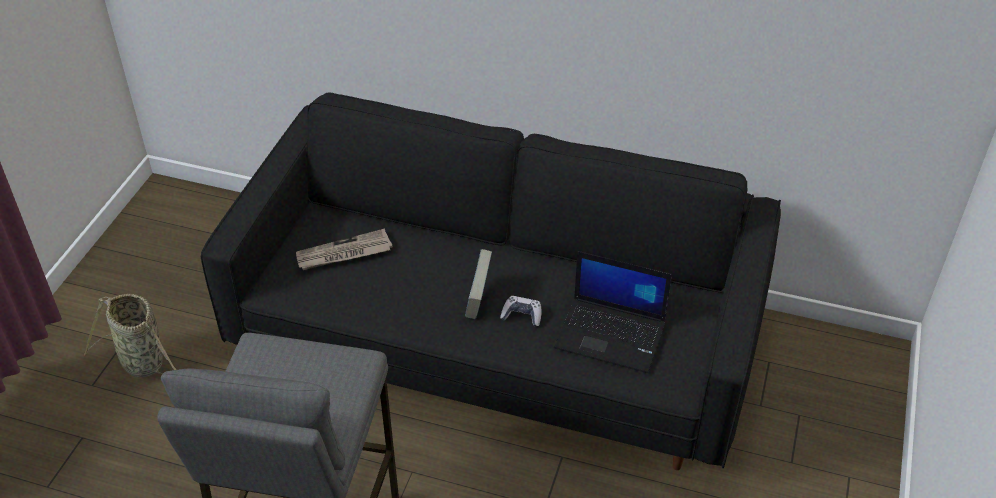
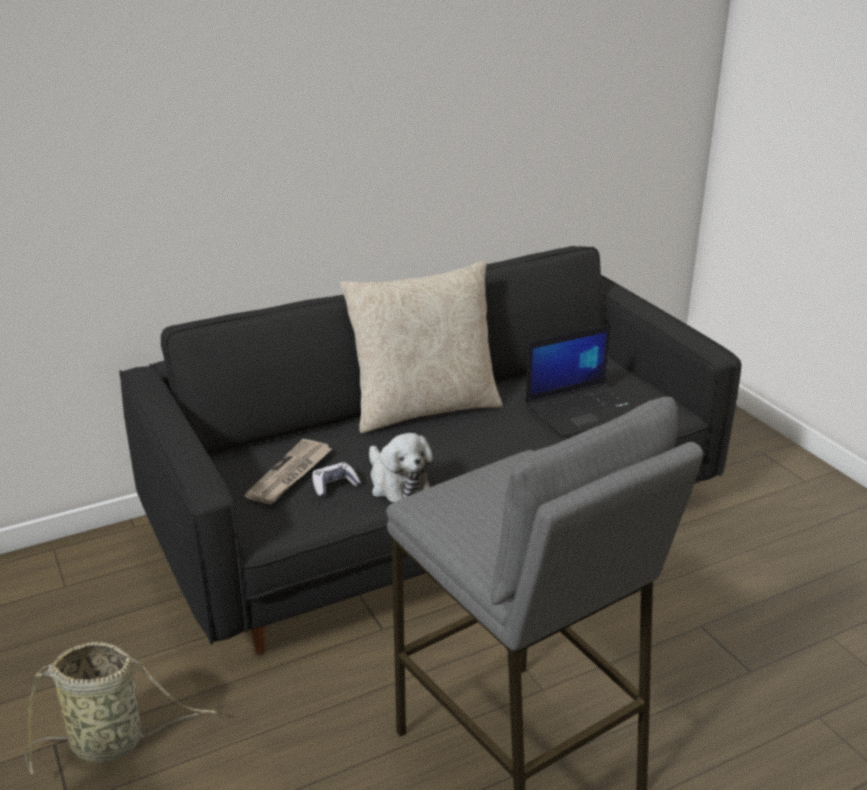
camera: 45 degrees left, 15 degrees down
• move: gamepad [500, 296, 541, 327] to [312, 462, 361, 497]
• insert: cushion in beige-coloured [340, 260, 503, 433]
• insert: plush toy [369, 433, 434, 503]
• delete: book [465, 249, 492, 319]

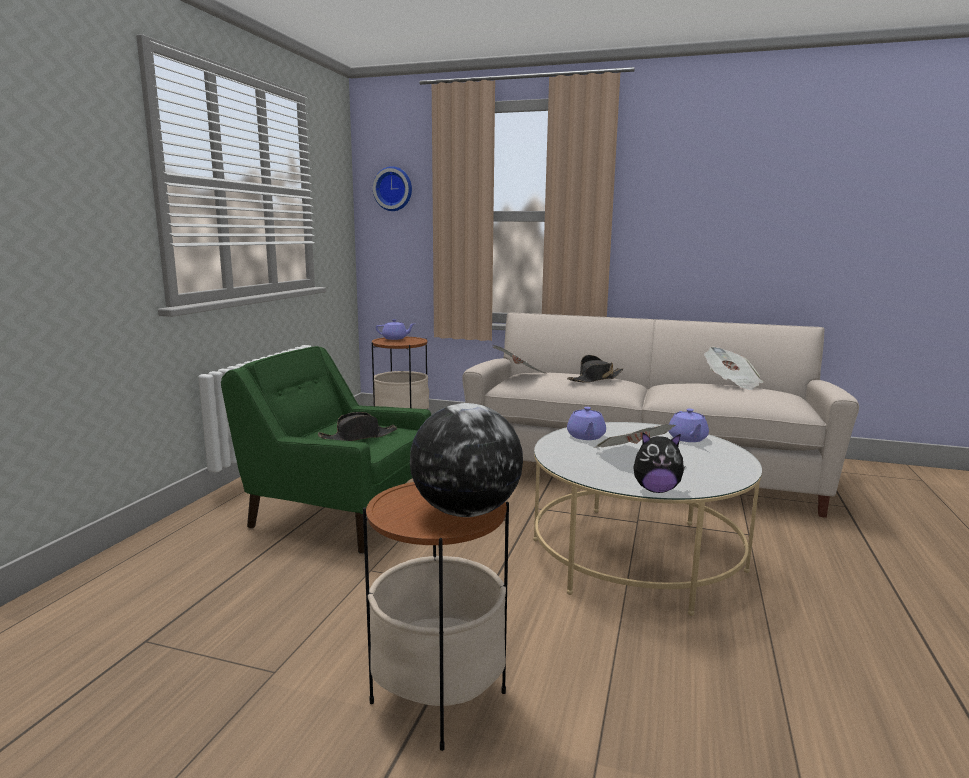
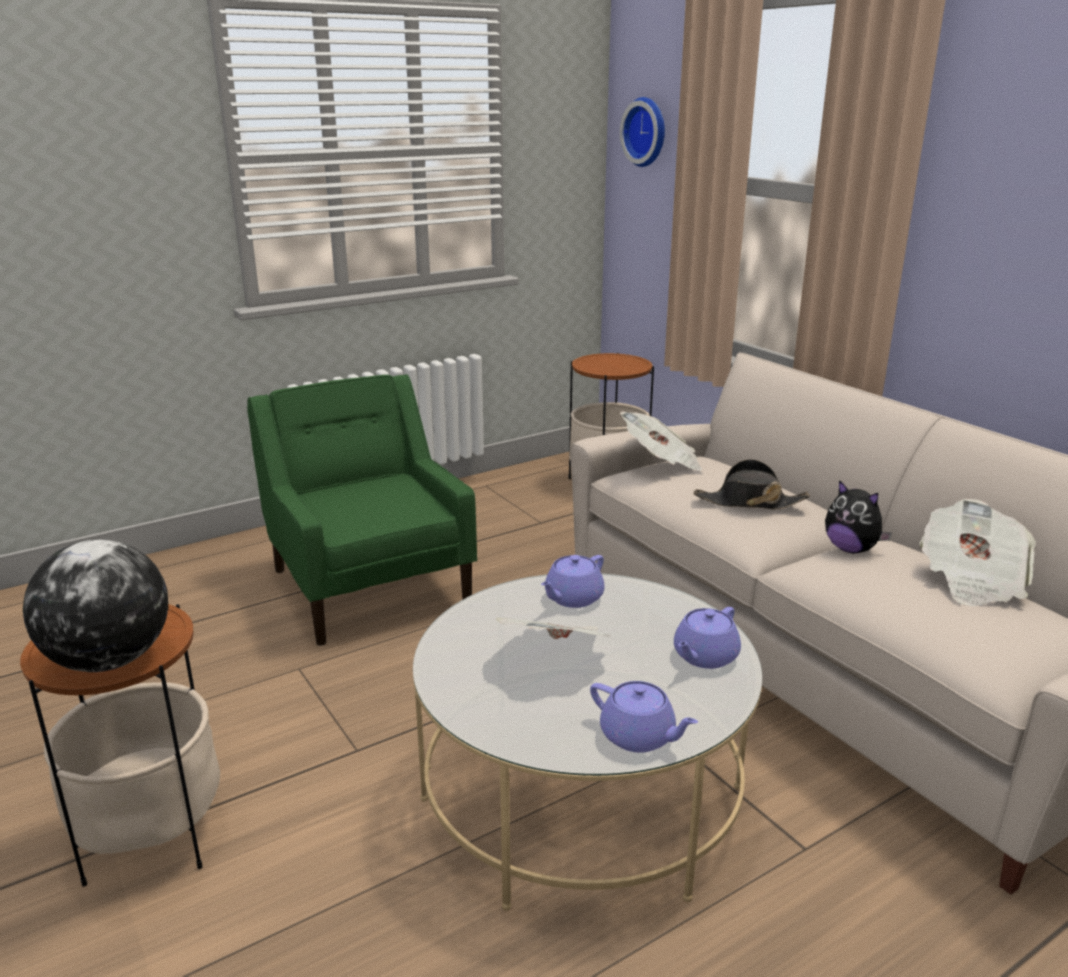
camera: 40 degrees right, 10 degrees up
• move: pot for tea in purple-coloured [376, 319, 414, 340] to [590, 681, 698, 753]
• move: plush toy [633, 432, 685, 493] to [825, 480, 892, 553]
• delete: clothing hat in blackish [318, 412, 397, 441]

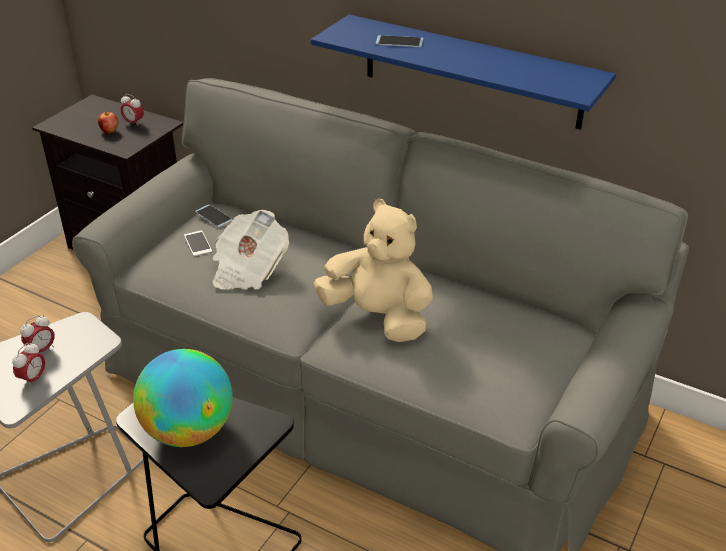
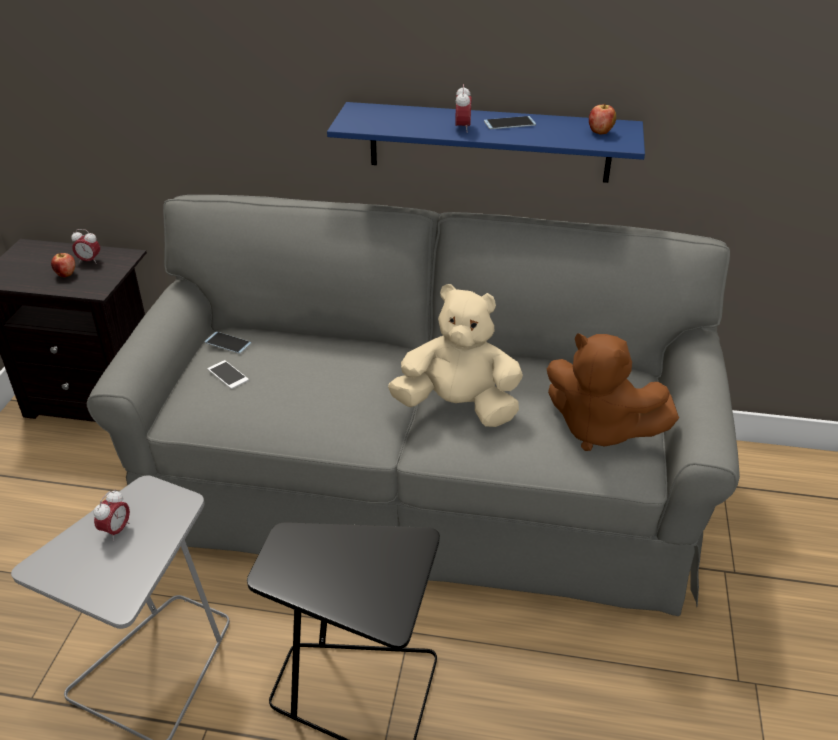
camera: 20 degrees left, 0 degrees up
• move: alarm clock [12, 342, 45, 388] to [455, 84, 471, 133]
• move: phone [376, 35, 423, 47] to [484, 116, 536, 129]
• insert: plush toy in brown [547, 333, 679, 451]
• insert: apple fruit [589, 104, 616, 134]
• delete: desk globe [133, 349, 233, 447]
• delete: printed paper [213, 210, 289, 289]

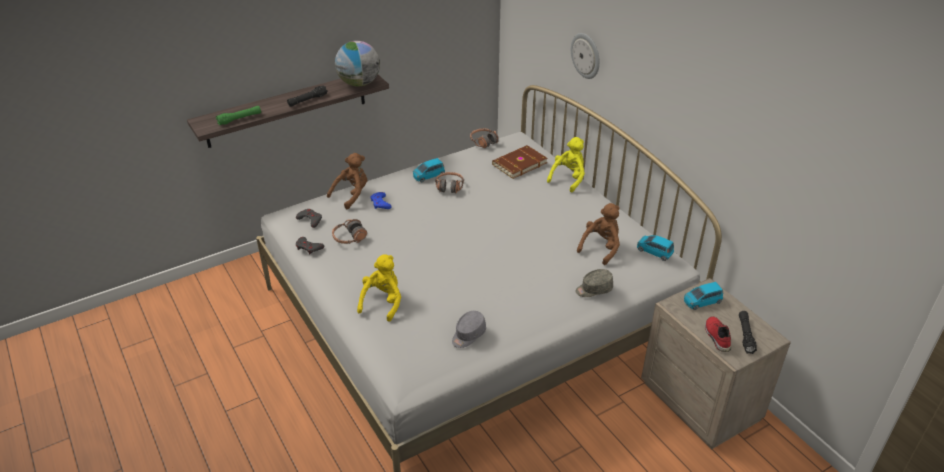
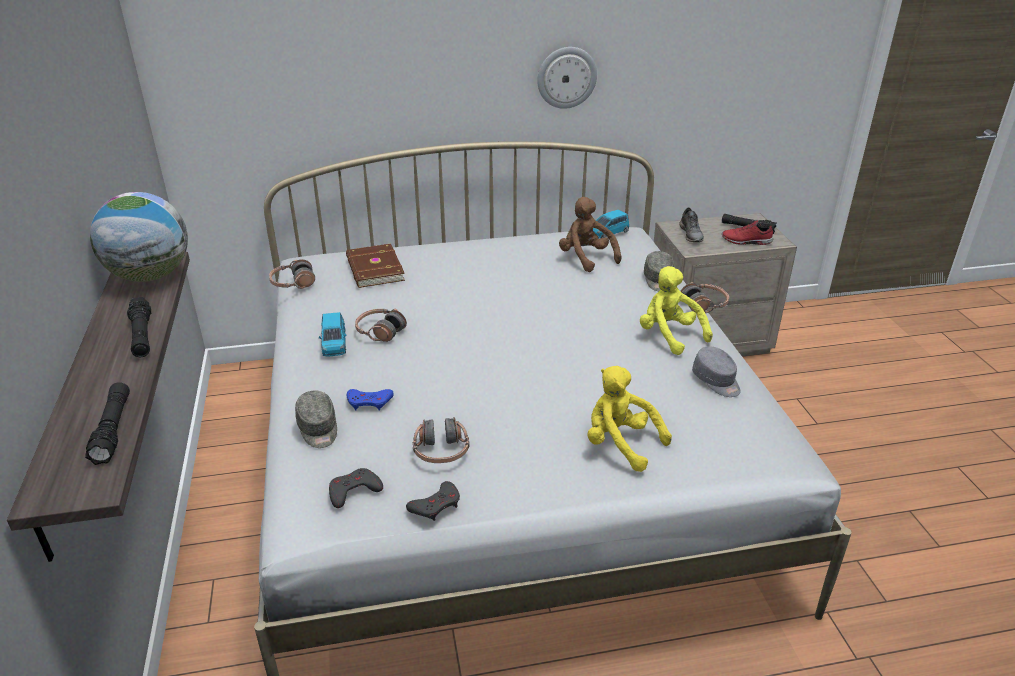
camera: 70 degrees left, 5 degrees down
• recolor: hand torch in green [216, 106, 261, 125] to hand torch in blackish [85, 382, 130, 465]
• replace: plush toy in brown [327, 153, 367, 209] to peaked cap in greyish [295, 391, 337, 448]
• move: clock on the wall [571, 33, 600, 79] to [537, 47, 597, 109]
• move: plush toy in yellow-coloured [547, 137, 585, 192] to [640, 266, 713, 355]
• replace: miniature car in blue-coloured [684, 282, 723, 310] to low shoe in greyish [680, 208, 704, 242]
• insert: pair of headphones [681, 282, 729, 313]

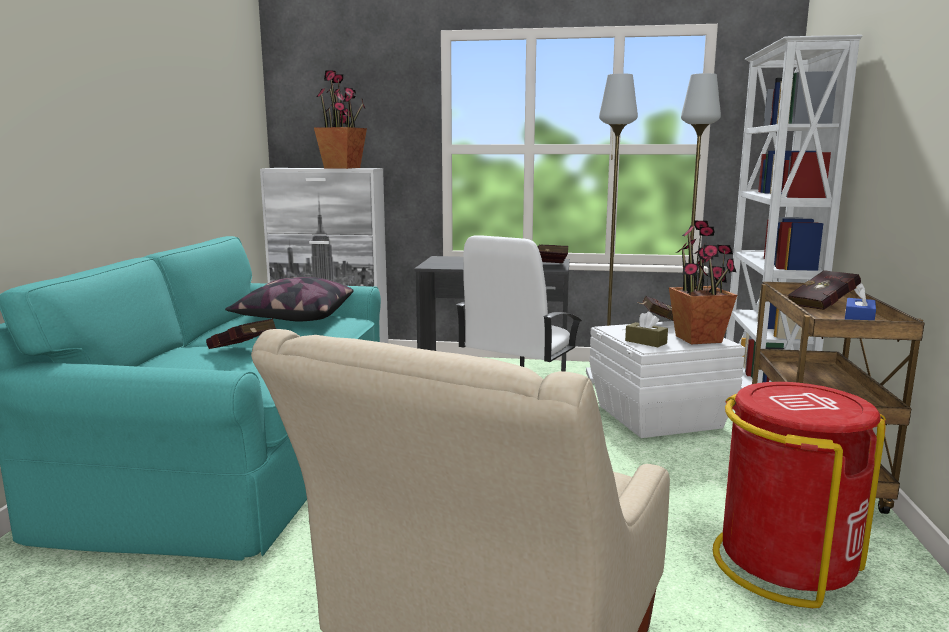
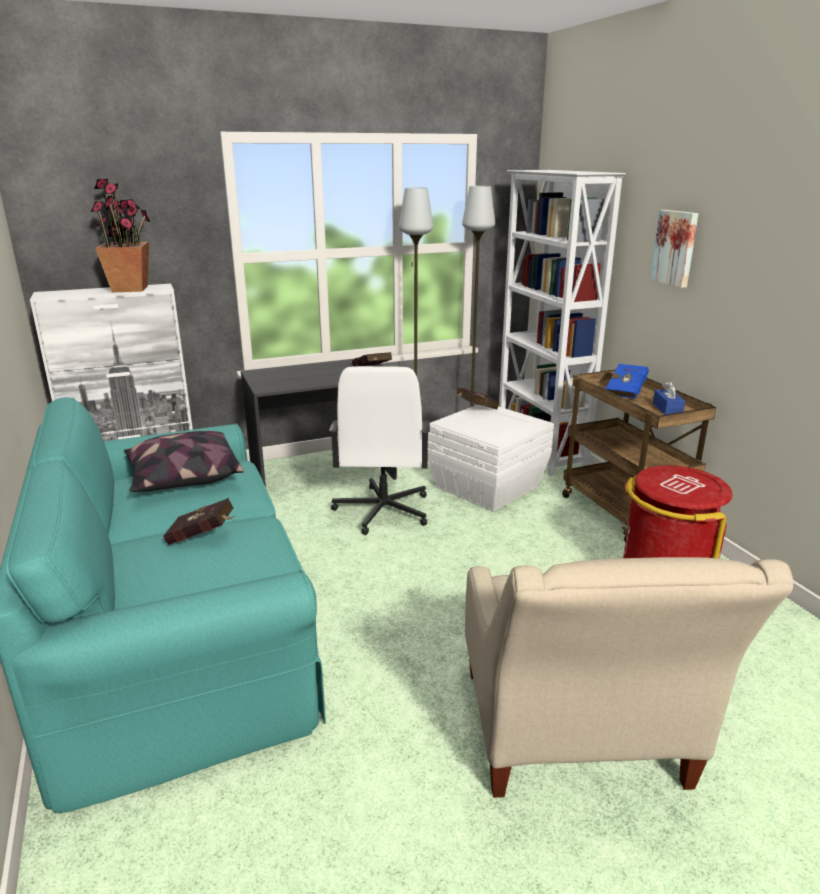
camera: 30 degrees left, 10 degrees up
• recolor: book in red [787, 270, 861, 310] to book in blue-coloured [606, 364, 649, 399]
• insert: wall picture [650, 210, 699, 288]
• delete: tissue box in brown [625, 311, 668, 347]
• delete: plant in a pot [669, 220, 737, 344]

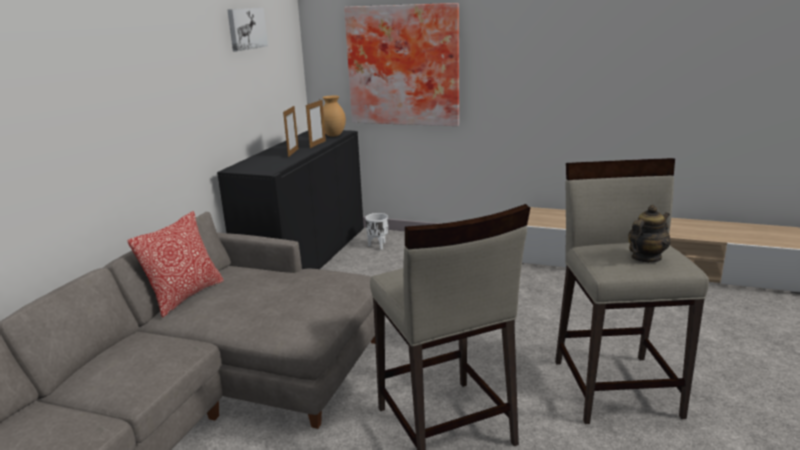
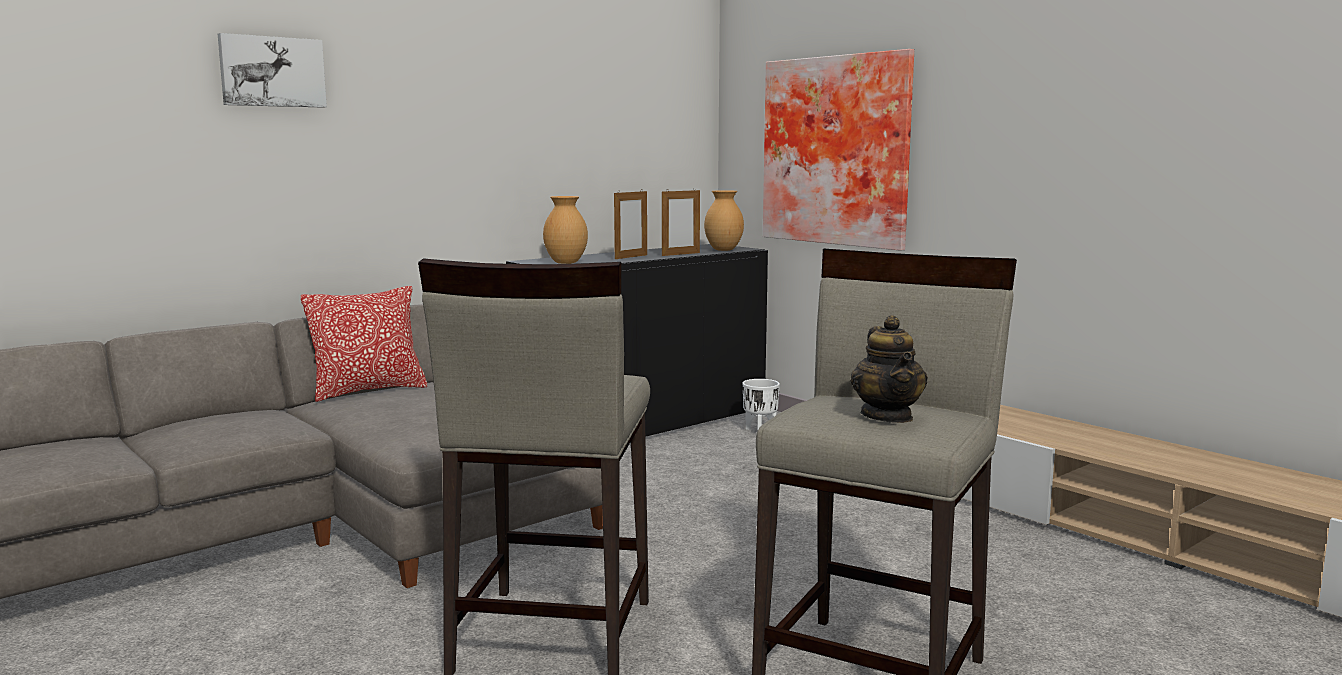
camera: 30 degrees right, 10 degrees down
• move: wall picture [227, 7, 268, 51] to [218, 33, 327, 107]
• insert: decorative vase in brown [543, 196, 588, 264]
• rotate: pot for tea [628, 205, 671, 262] = [851, 315, 928, 423] 90 degrees clockwise

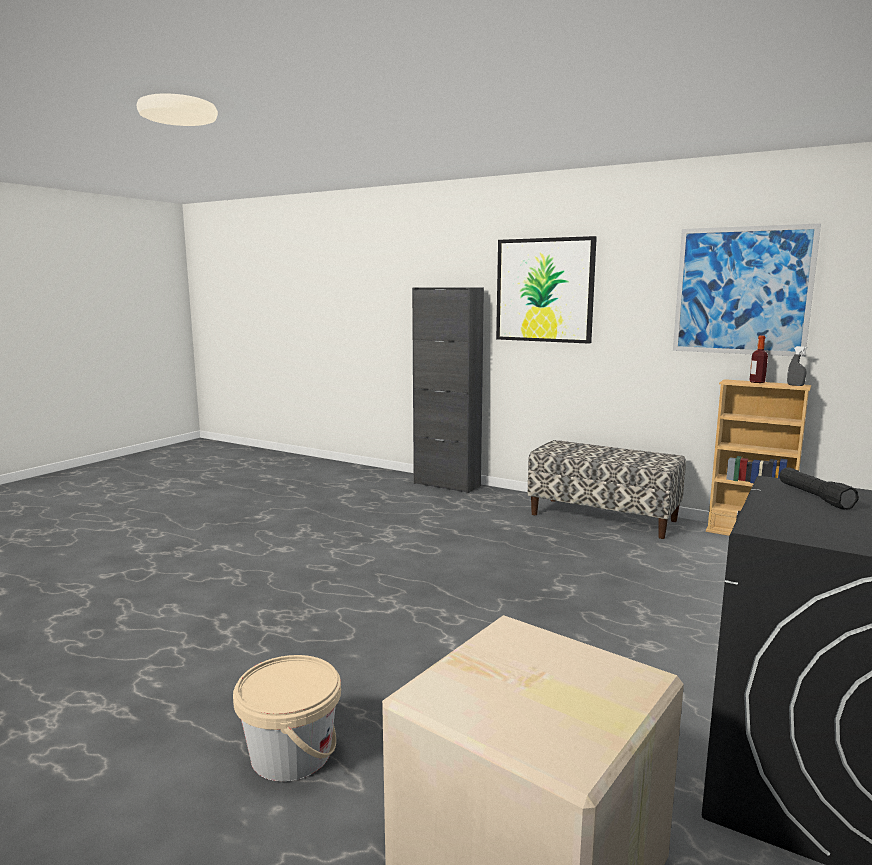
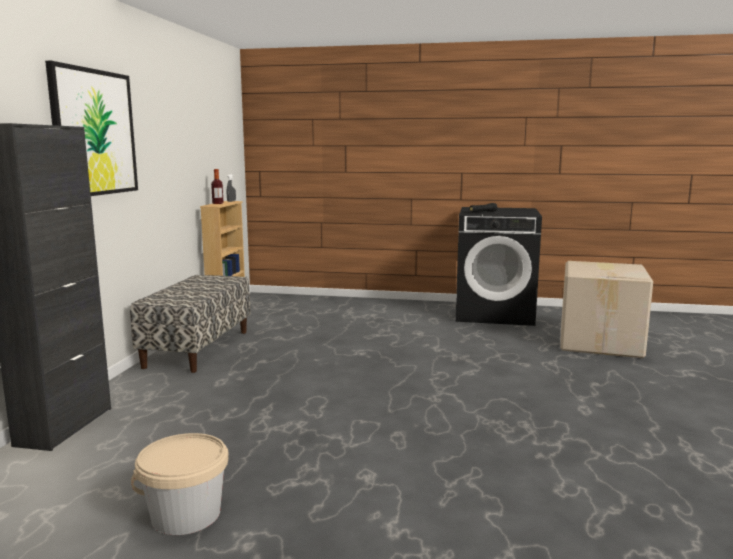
camera: 110 degrees left, 0 degrees up
• move: pail in beige-coloured [233, 655, 341, 782] to [131, 433, 229, 535]
• delete: wall picture [673, 223, 821, 357]

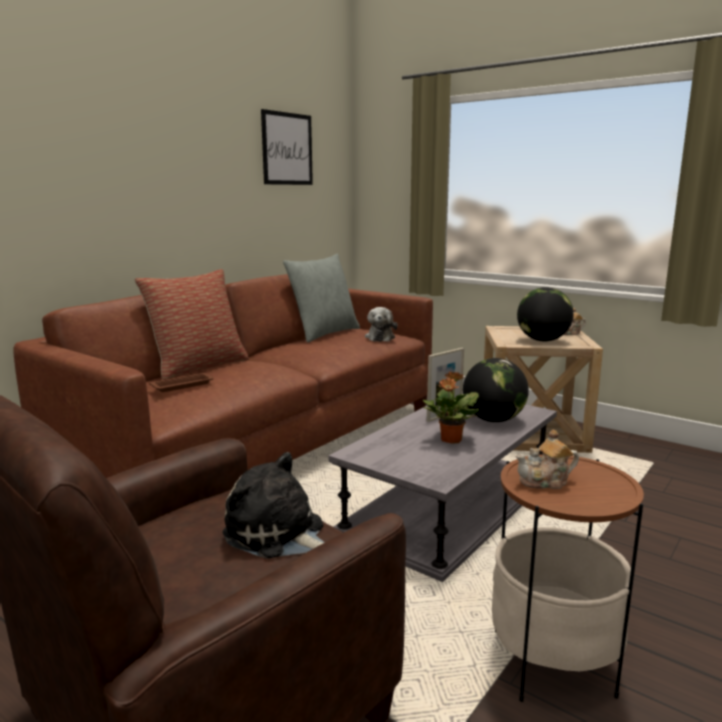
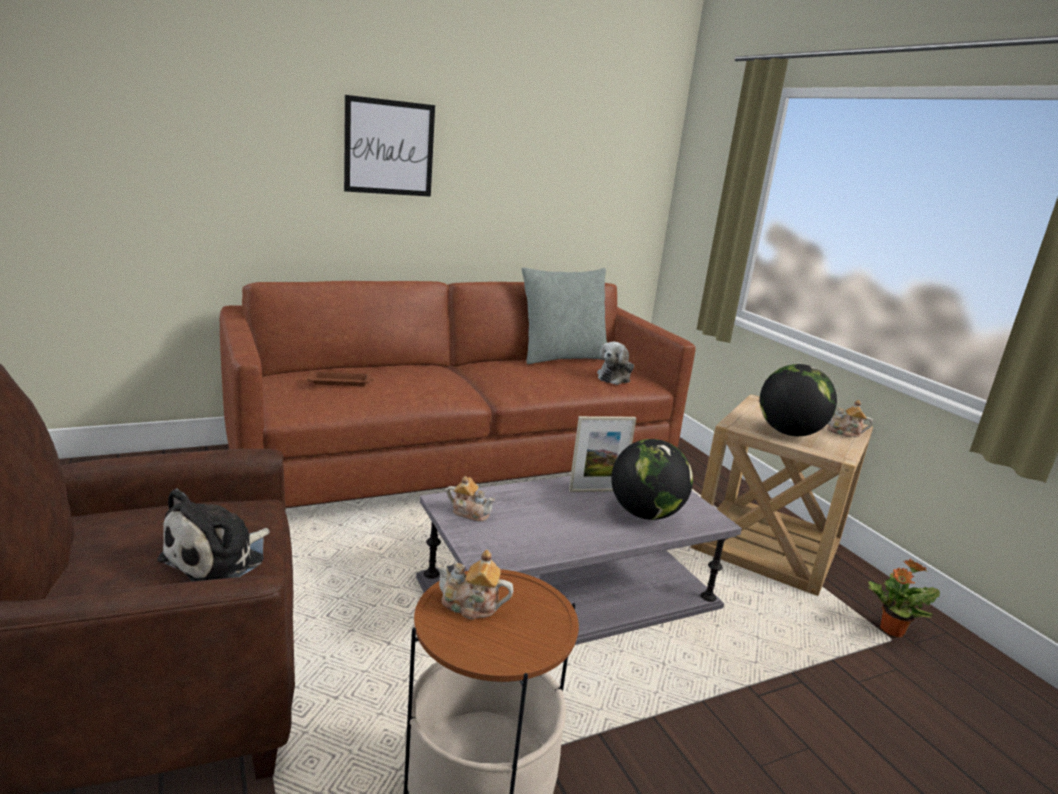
camera: 25 degrees right, 5 degrees up
• rotate: plush toy [222, 452, 325, 559] = [157, 488, 270, 582] 120 degrees counterclockwise
• move: wall picture [261, 109, 313, 185] to [344, 95, 435, 197]
• insert: pot for tea [447, 476, 495, 522]
• move: plant in a pot [422, 371, 479, 444] to [868, 558, 940, 638]
• delete: cushion [135, 269, 249, 380]

